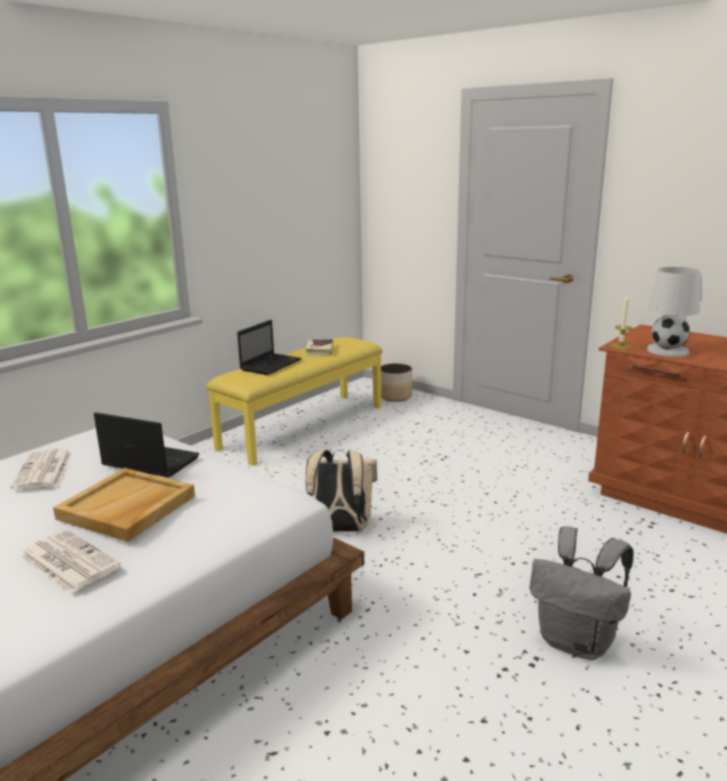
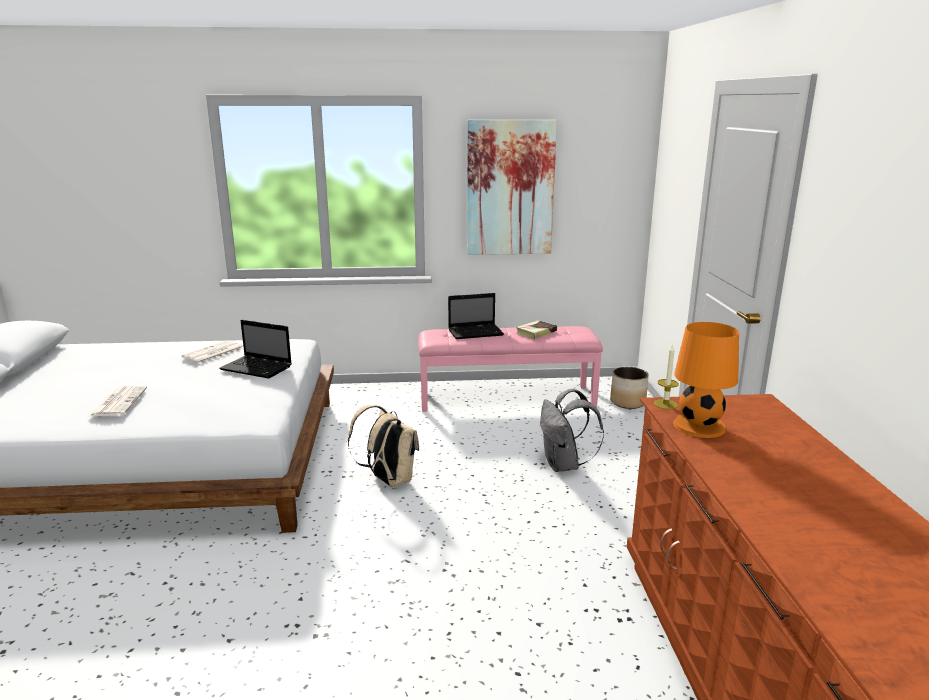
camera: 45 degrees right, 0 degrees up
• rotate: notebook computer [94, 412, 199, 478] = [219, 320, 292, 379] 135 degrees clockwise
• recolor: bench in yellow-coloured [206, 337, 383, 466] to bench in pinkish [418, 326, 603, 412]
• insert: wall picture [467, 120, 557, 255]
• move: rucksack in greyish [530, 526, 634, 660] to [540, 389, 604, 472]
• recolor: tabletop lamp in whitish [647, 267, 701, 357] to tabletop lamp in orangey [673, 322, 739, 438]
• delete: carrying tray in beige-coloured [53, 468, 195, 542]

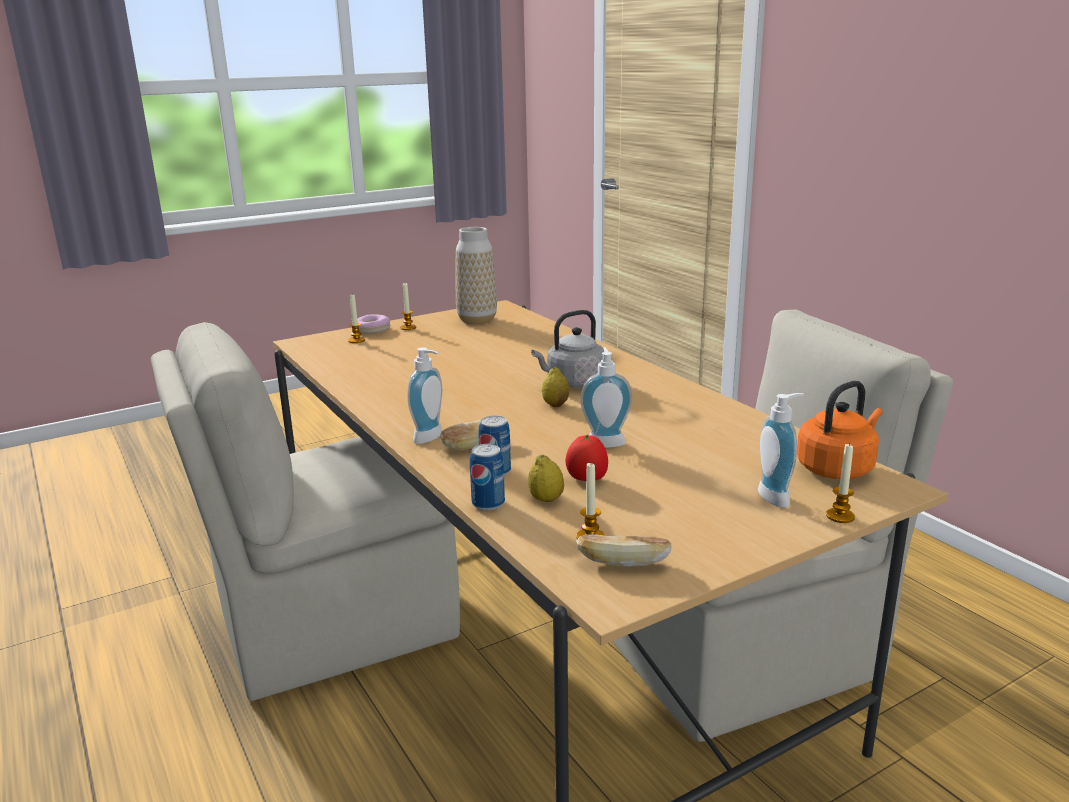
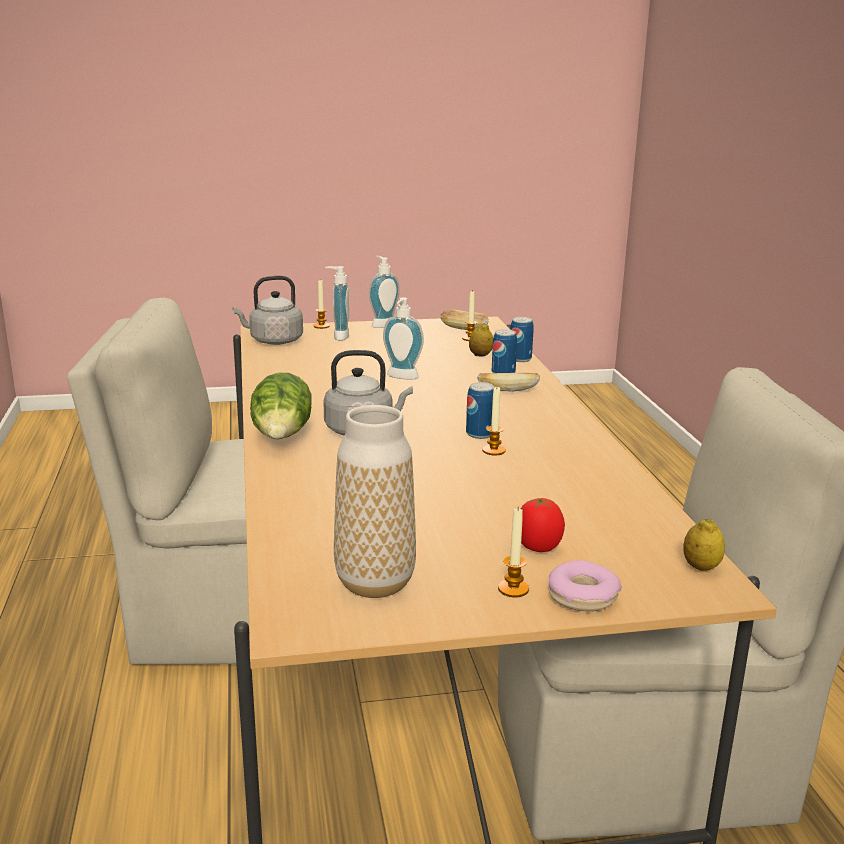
camera: 160 degrees left, 0 degrees up
• recolor: kettle in orangey [797, 380, 883, 479] to kettle in greyish [233, 276, 303, 345]
• insert: lettuce [250, 372, 312, 440]
• move: soap dispenser [407, 347, 443, 444] to [369, 256, 400, 328]
• insert: sealed can [466, 382, 494, 439]
• move: wax candle [348, 295, 365, 343] to [482, 387, 506, 456]
• move: fresh tomato [565, 435, 608, 481] to [521, 498, 565, 552]
• move: lemon [542, 367, 569, 407] to [684, 518, 725, 571]

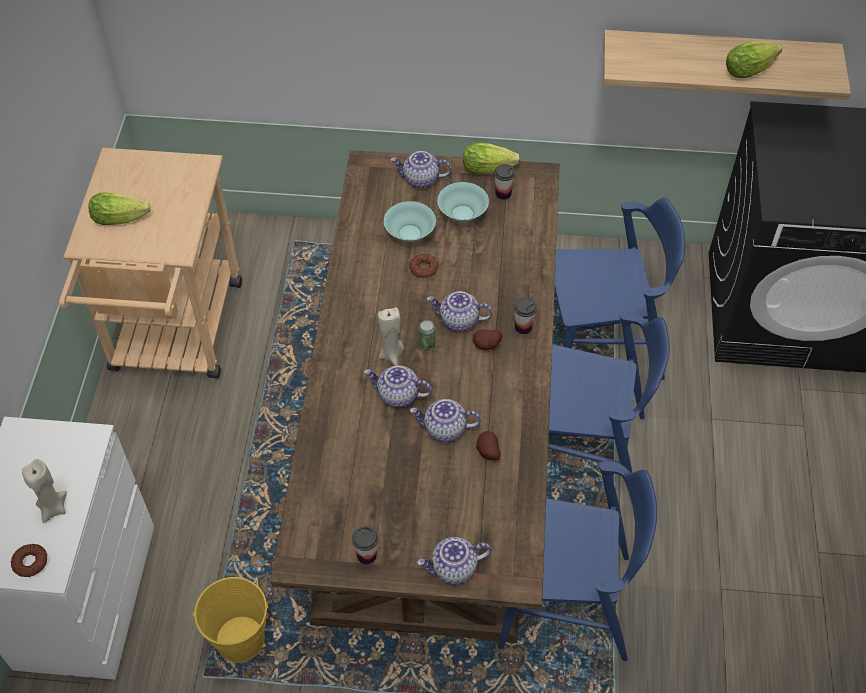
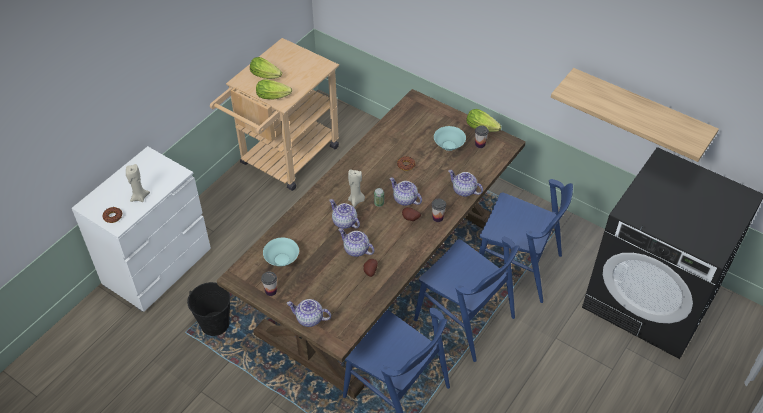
camera: 30 degrees right, 5 degrees down
• recolor: pail in yellow-coloured [193, 577, 268, 663] to pail in blackish [187, 282, 230, 336]
• move: lettuce [726, 41, 782, 78] to [256, 80, 292, 100]
• move: serving bowl in turquoise [384, 201, 436, 242] to [263, 238, 299, 266]
• move: pot for tea [391, 151, 451, 189] to [448, 170, 483, 197]

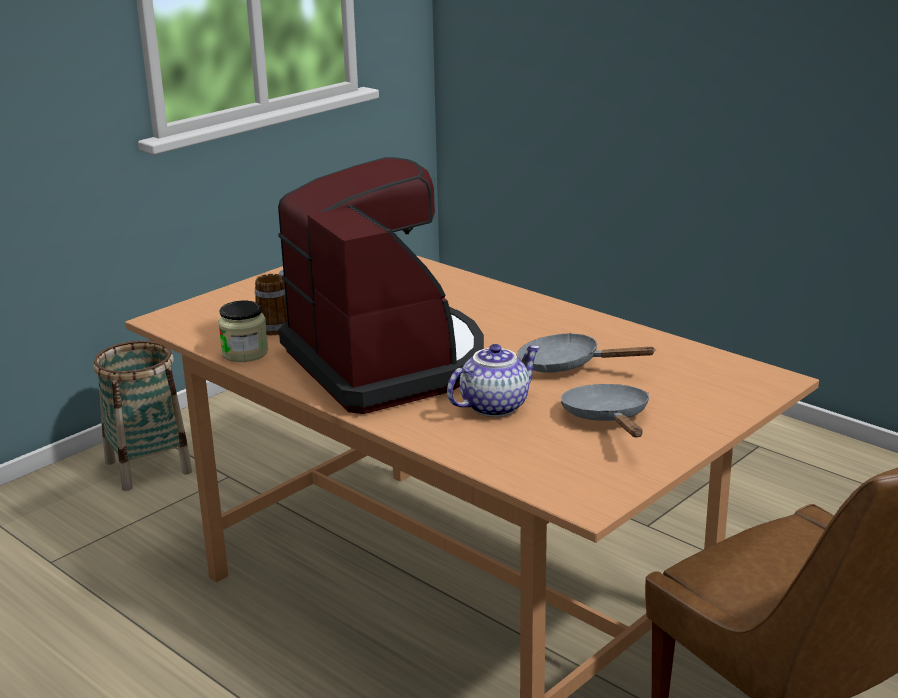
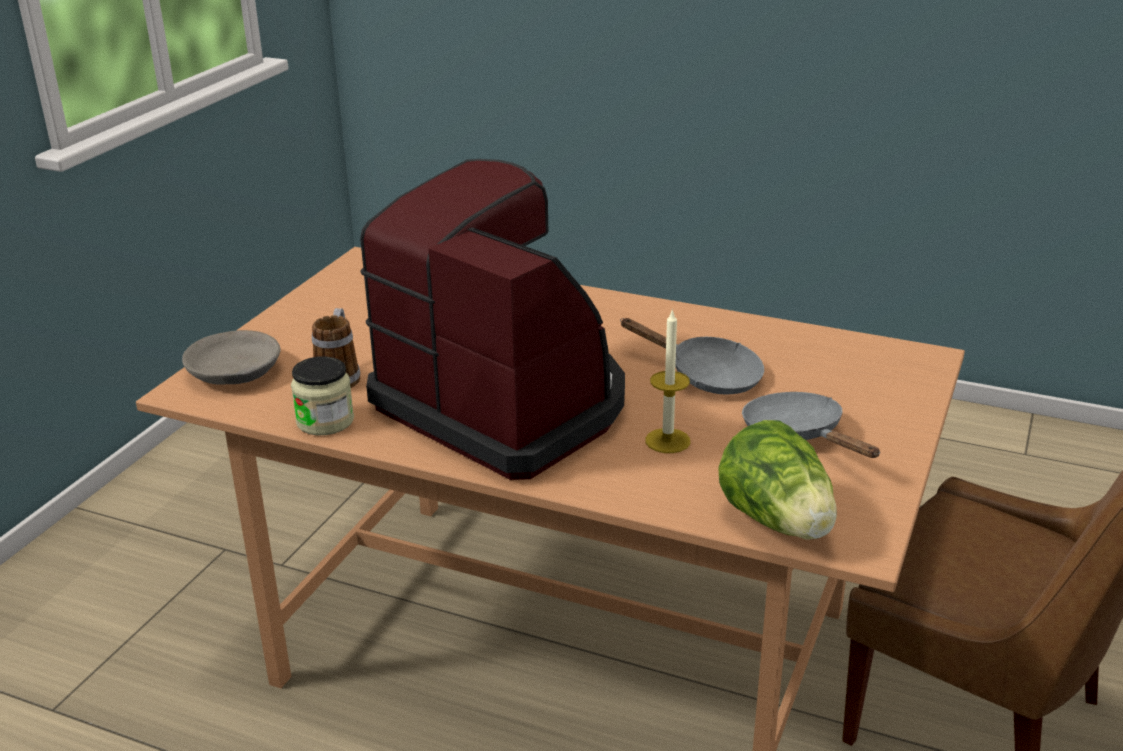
camera: 20 degrees left, 5 degrees up
• insert: serving bowl in greyish [182, 330, 280, 385]
• rotate: skillet in greyish [517, 333, 656, 373] = [620, 318, 764, 395] 150 degrees counterclockwise
• replace: pot for tea [447, 344, 541, 417] to wax candle [645, 308, 690, 453]
• insert: lettuce [718, 420, 837, 540]
• delete: household basket [93, 341, 192, 491]

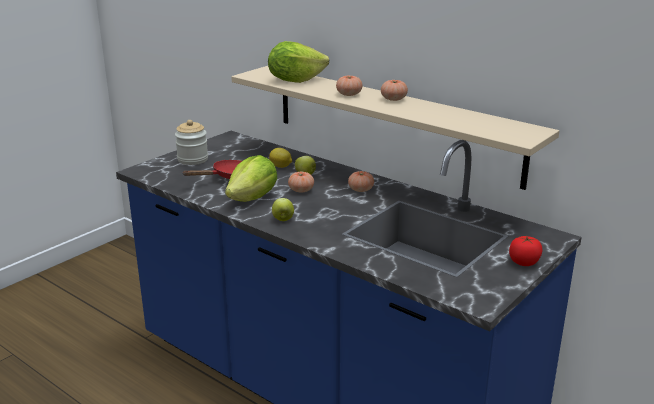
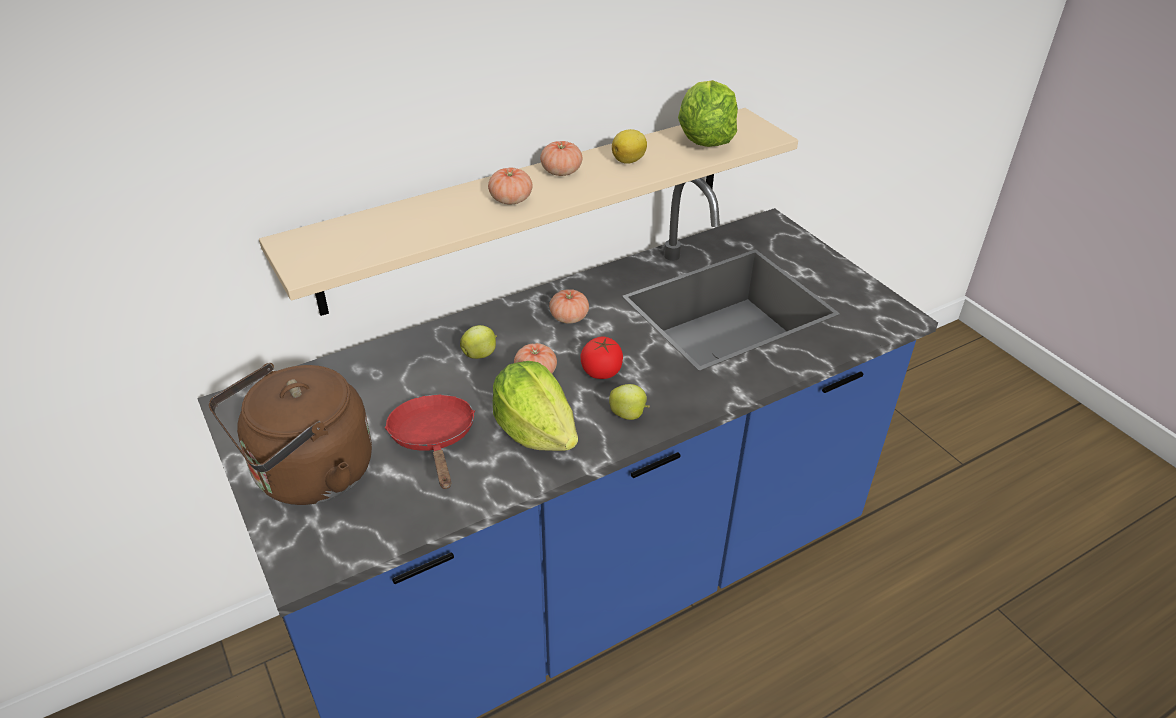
camera: 70 degrees left, 15 degrees up
• replace: storage jar [175, 120, 208, 165] to kettle in brown [209, 363, 372, 505]
• move: fresh tomato [509, 236, 542, 266] to [581, 337, 623, 379]
• move: lemon [269, 148, 292, 168] to [612, 129, 647, 164]
• move: lettuce [268, 41, 329, 83] to [678, 80, 738, 147]

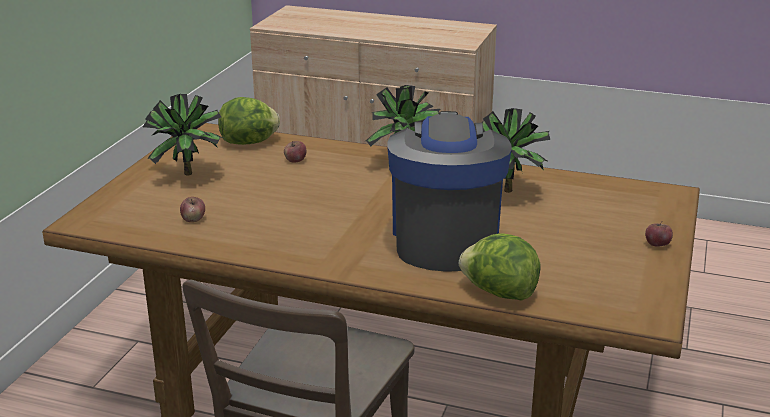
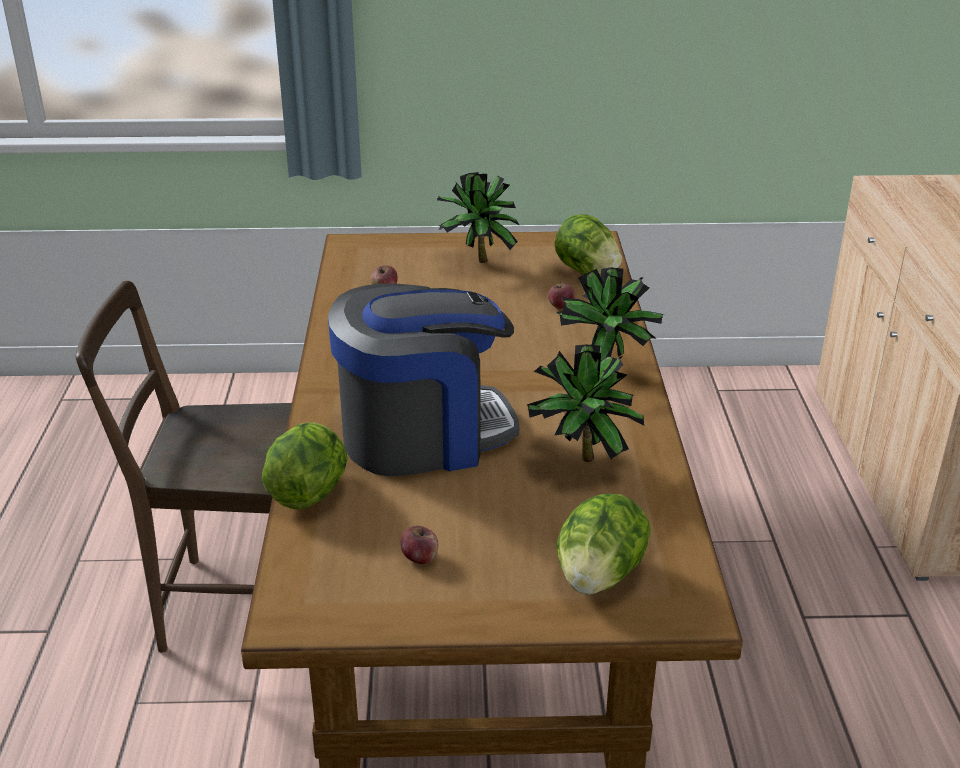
camera: 70 degrees right, 5 degrees up
• move: apple fruit [645, 221, 673, 247] to [400, 526, 439, 564]
• insert: lettuce [557, 494, 651, 595]

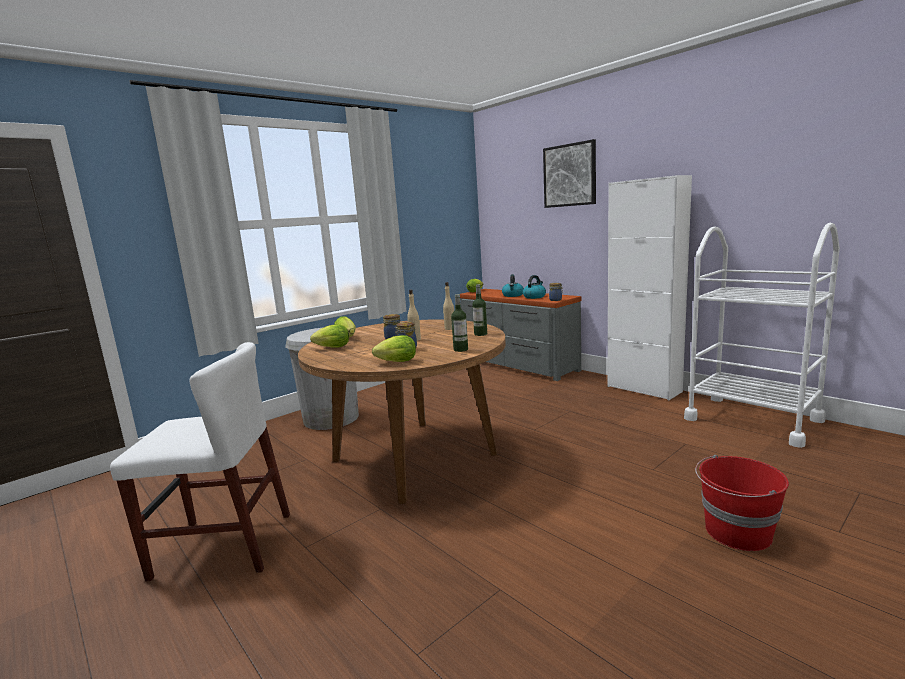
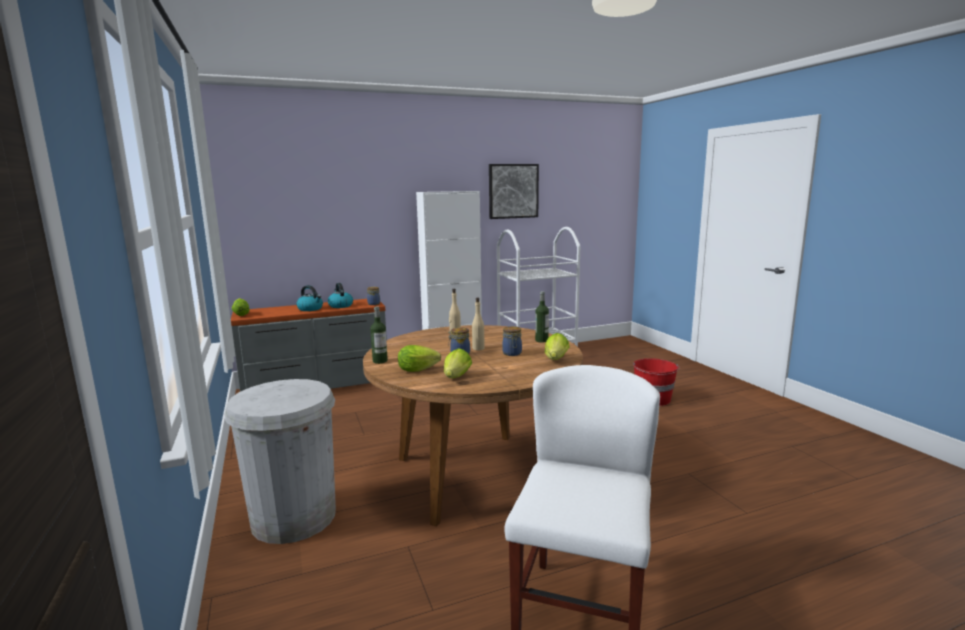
camera: 70 degrees left, 0 degrees up
• move: beverage bottle [472, 284, 487, 336] to [370, 307, 388, 364]
• move: wall picture [543, 139, 596, 208] to [489, 164, 539, 219]

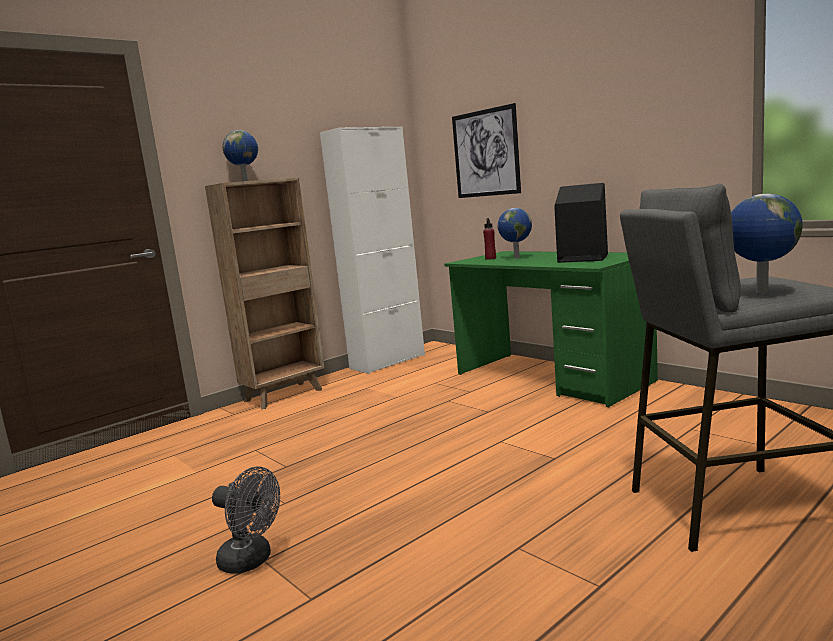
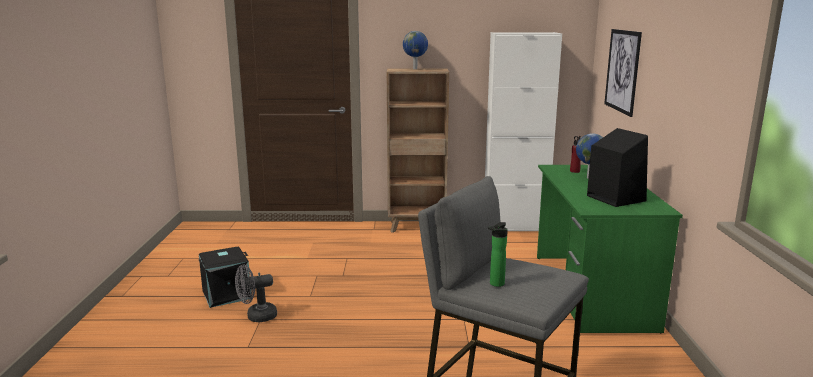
camera: 40 degrees right, 5 degrees up
• insert: storage container in blackish [199, 247, 252, 308]
• rotate: cooling fan in greyish [212, 466, 280, 574] = [235, 265, 277, 322] 90 degrees clockwise
• replace: desk globe [731, 194, 803, 293] to beverage bottle [488, 222, 508, 287]

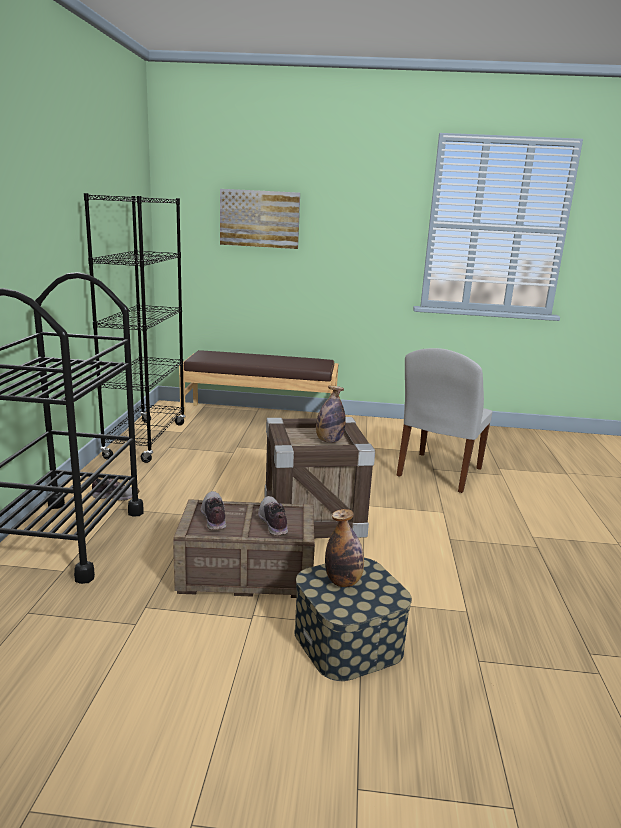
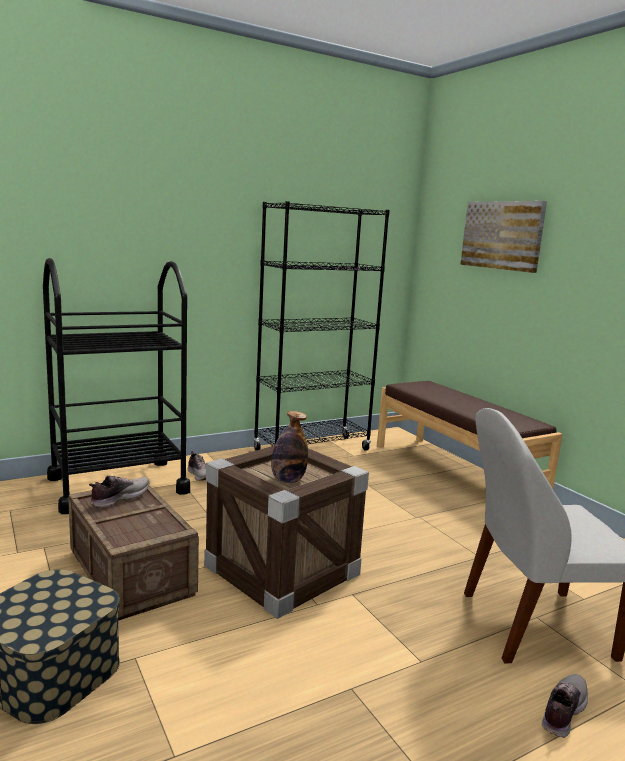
camera: 55 degrees right, 5 degrees down
• move: low shoe [258, 496, 288, 535] to [542, 674, 588, 738]
• delete: beverage bottle [325, 509, 364, 587]

